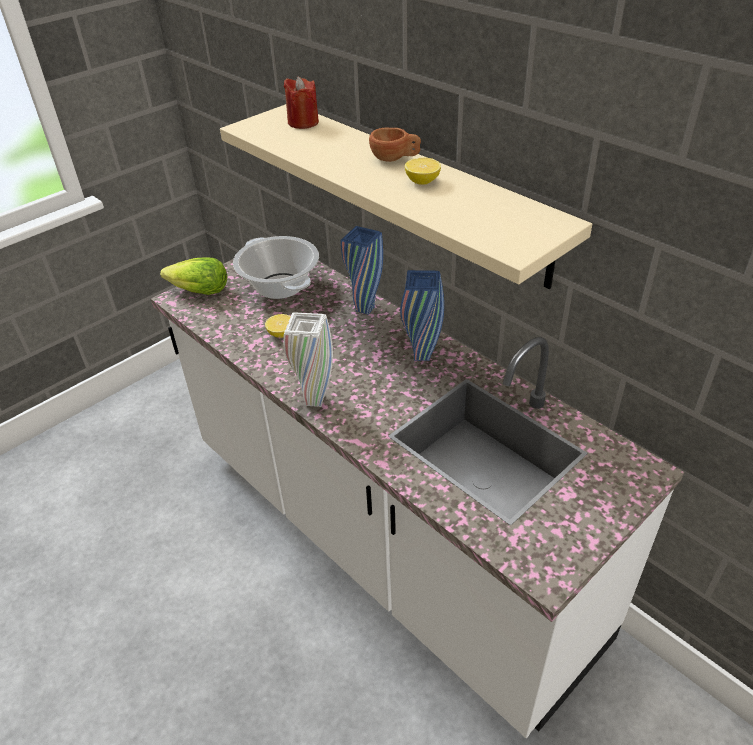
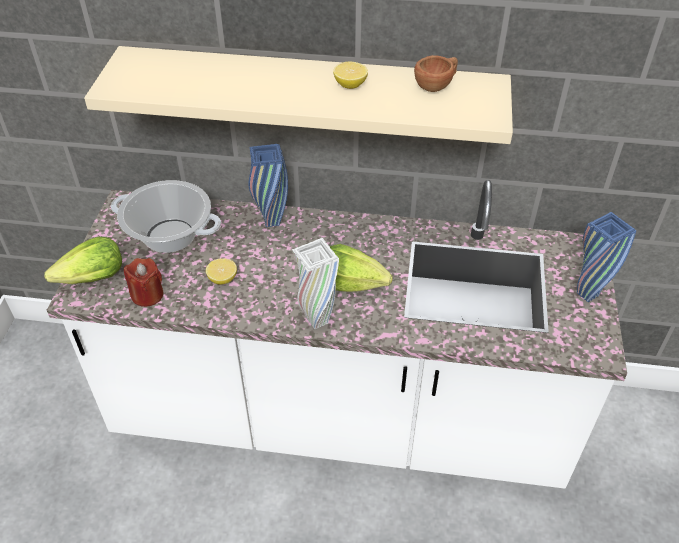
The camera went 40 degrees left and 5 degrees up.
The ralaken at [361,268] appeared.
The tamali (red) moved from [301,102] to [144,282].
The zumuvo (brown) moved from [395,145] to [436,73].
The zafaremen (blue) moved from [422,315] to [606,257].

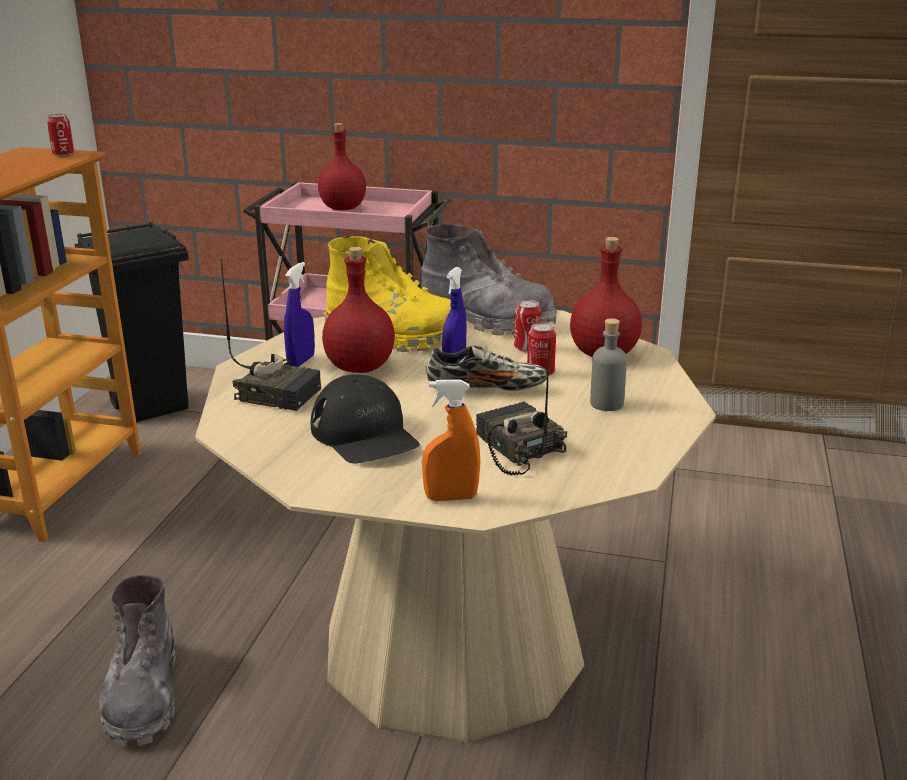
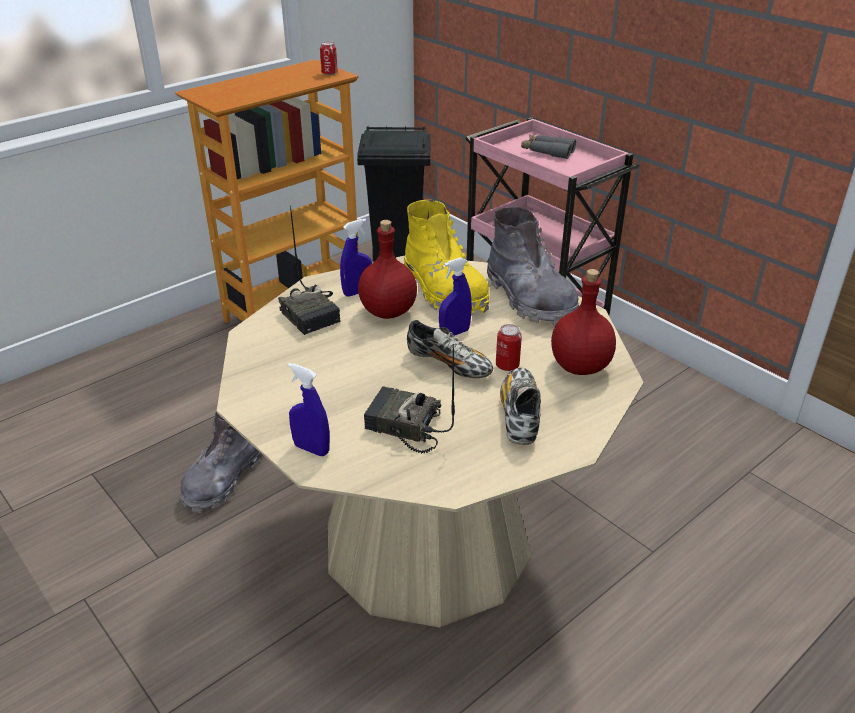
The camera went 35 degrees right and 10 degrees up.
The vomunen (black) at [365,418] disappeared.
The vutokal at [527,326] disappeared.
The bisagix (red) at [342,166] was replaced by the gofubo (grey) at [548,147].
The bisagix (grey) at [608,364] was replaced by the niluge at [520,406].
The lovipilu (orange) at [451,440] became the lovipilu (blue) at [309,409].
The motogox at [521,406] turned 75 degrees counterclockwise.

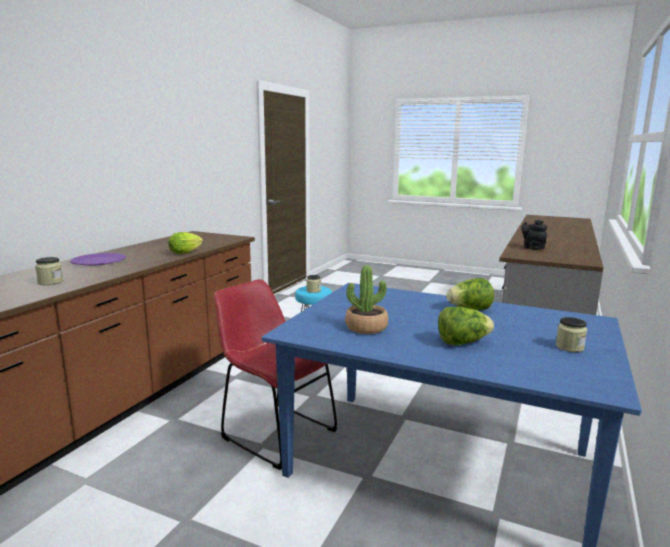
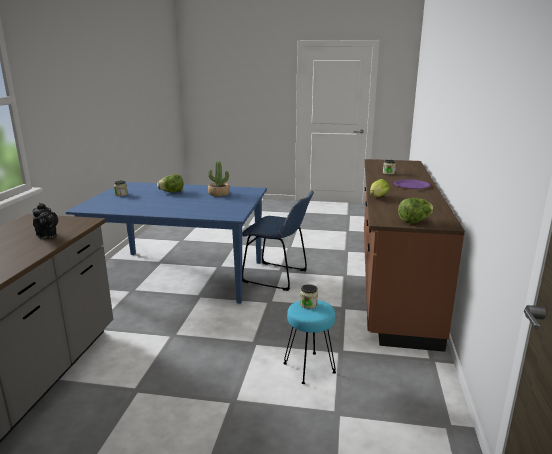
The camera went 165 degrees right and 5 degrees up.
The ralaken moved from [470,294] to [416,210].
The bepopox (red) at [275,374] became the bepopox (blue) at [278,241].

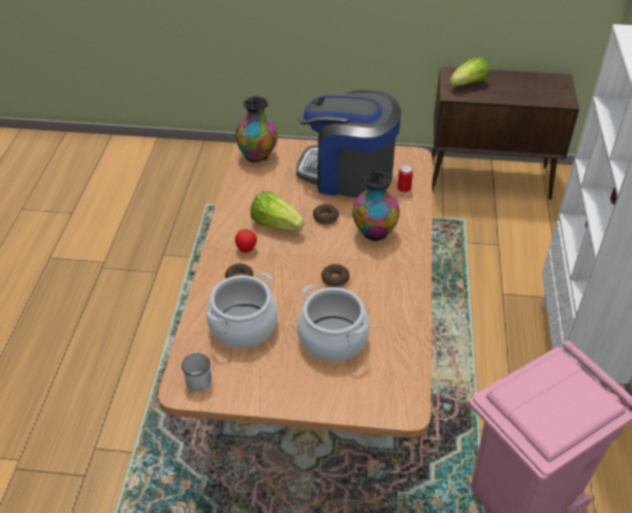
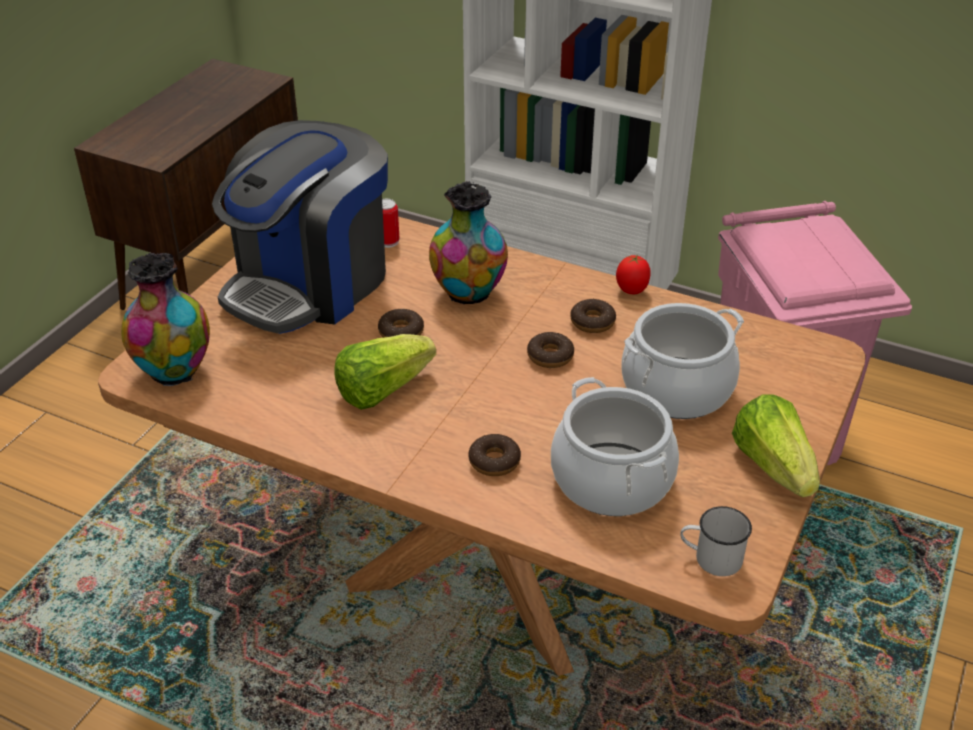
The camera went 70 degrees left and 5 degrees down.
The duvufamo at [593,315] appeared.
The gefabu moved from [246,241] to [633,274].
The ralaken moved from [469,71] to [776,445].

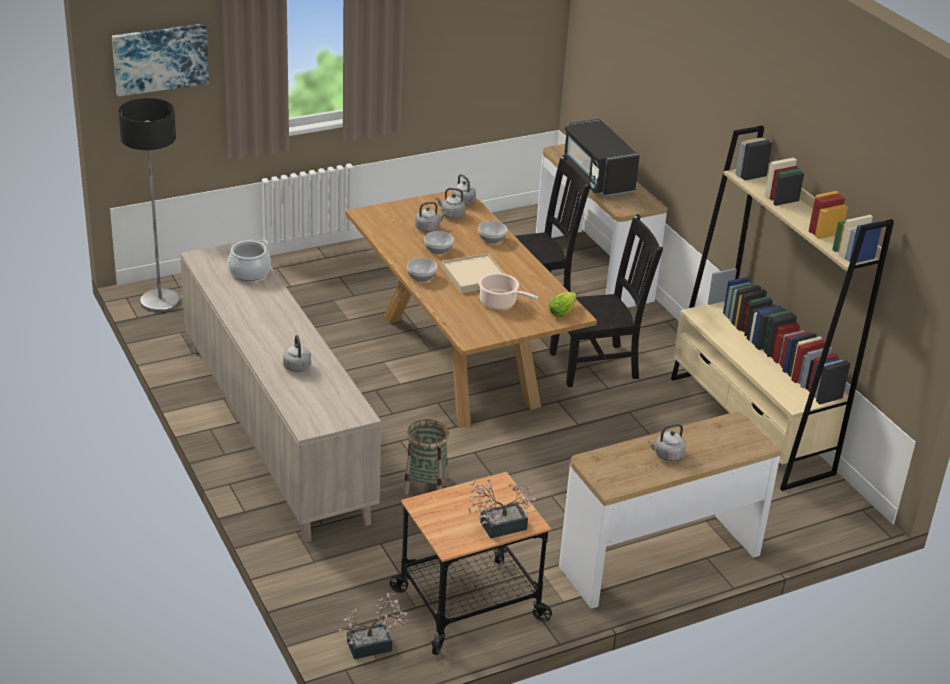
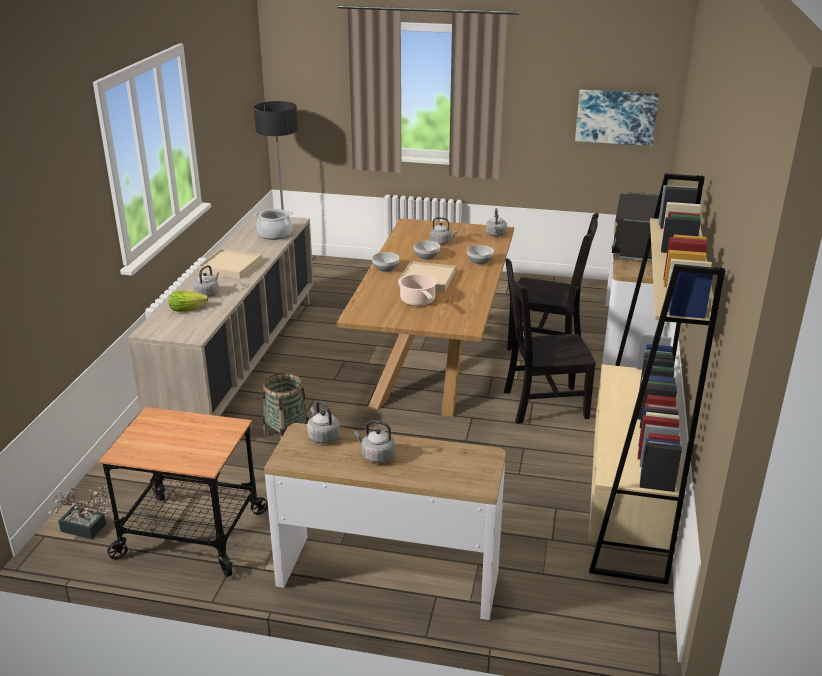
The camera went 40 degrees right and 5 degrees down.
The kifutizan at [502,509] disappeared.
The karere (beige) at [230,264] appeared.
The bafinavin moved from [160,60] to [617,118].
The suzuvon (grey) moved from [450,203] to [323,422].
The ralaken moved from [563,304] to [188,301].
The bepopox (black) at [606,300] turned 150 degrees clockwise.

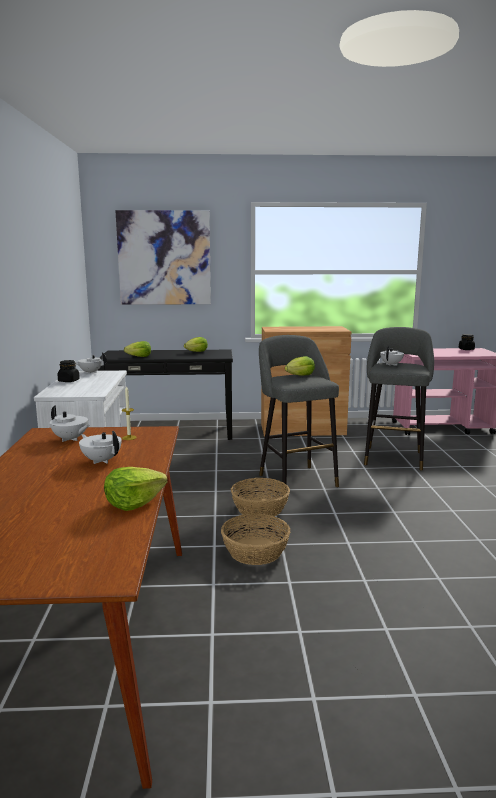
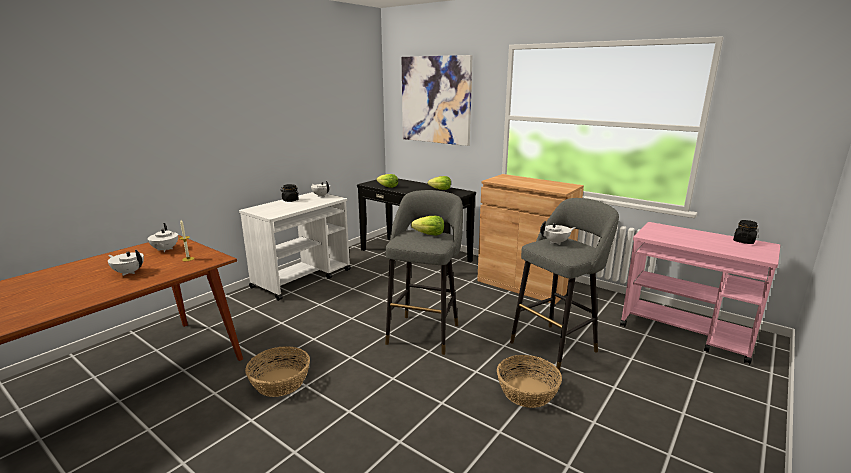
The camera went 40 degrees right and 5 degrees up.
The ralaken at [136,489] disappeared.
The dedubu moved from [260,497] to [529,381].
The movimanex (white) at [100,447] turned 60 degrees counterclockwise.

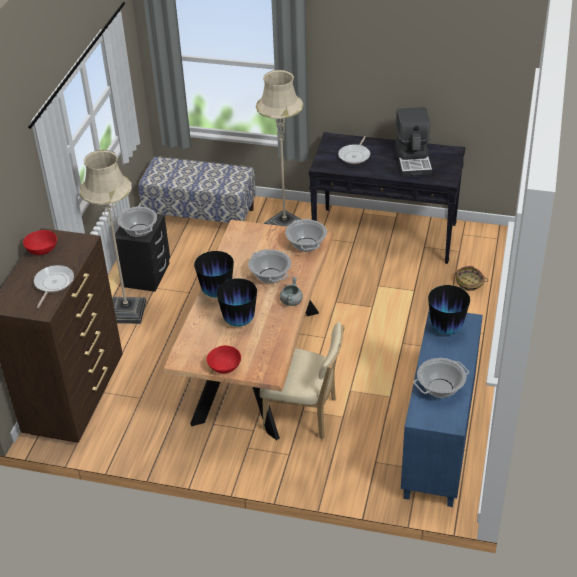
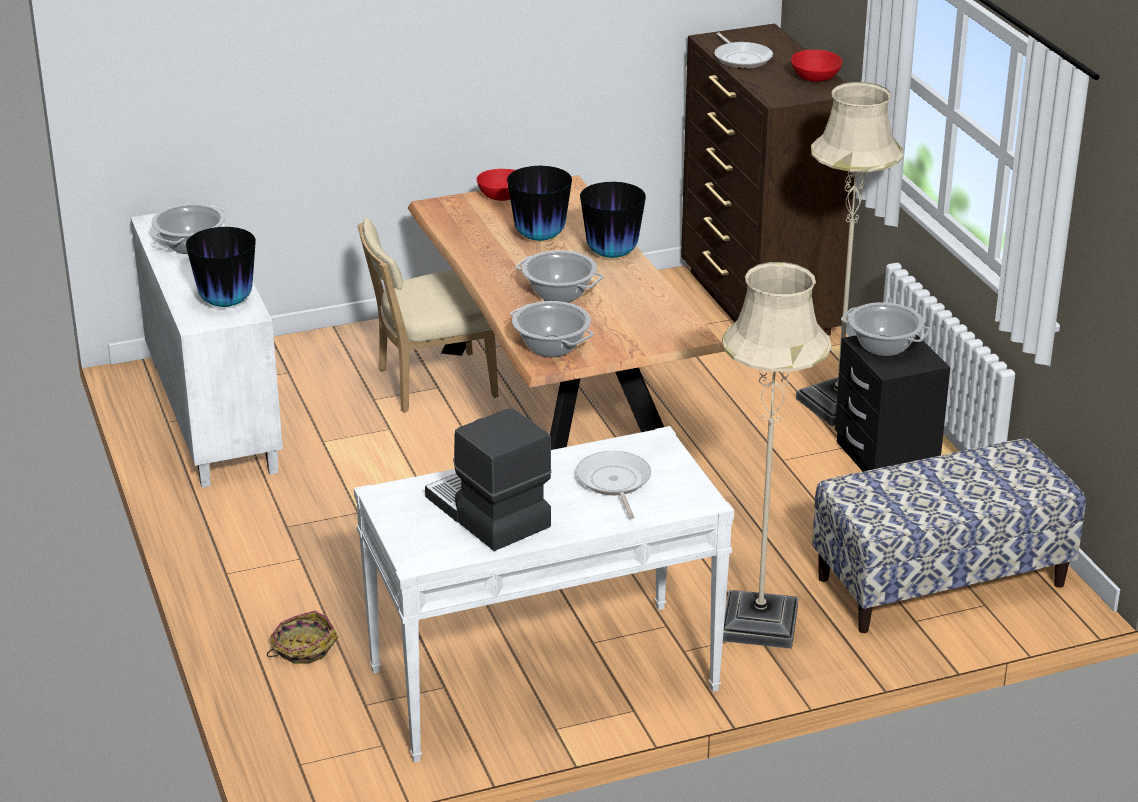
The camera went 145 degrees right and 10 degrees down.
The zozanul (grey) at [291,291] disappeared.
The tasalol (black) at [387,198] became the tasalol (white) at [544,594].
The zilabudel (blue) at [442,408] became the zilabudel (white) at [207,346].

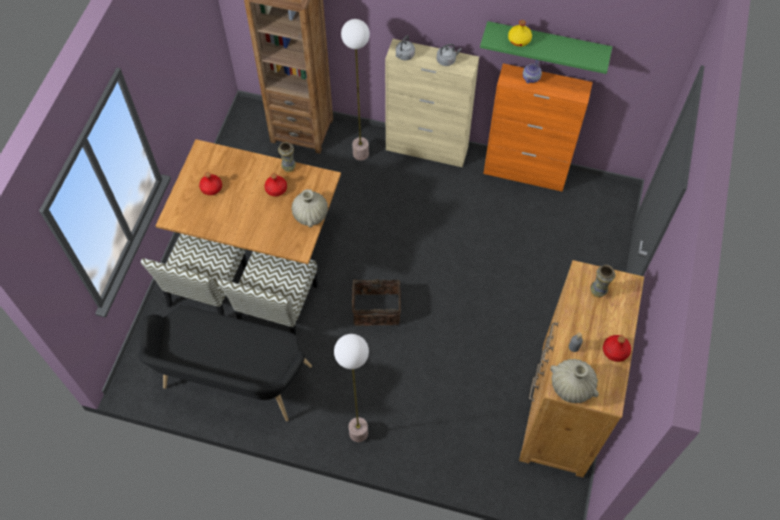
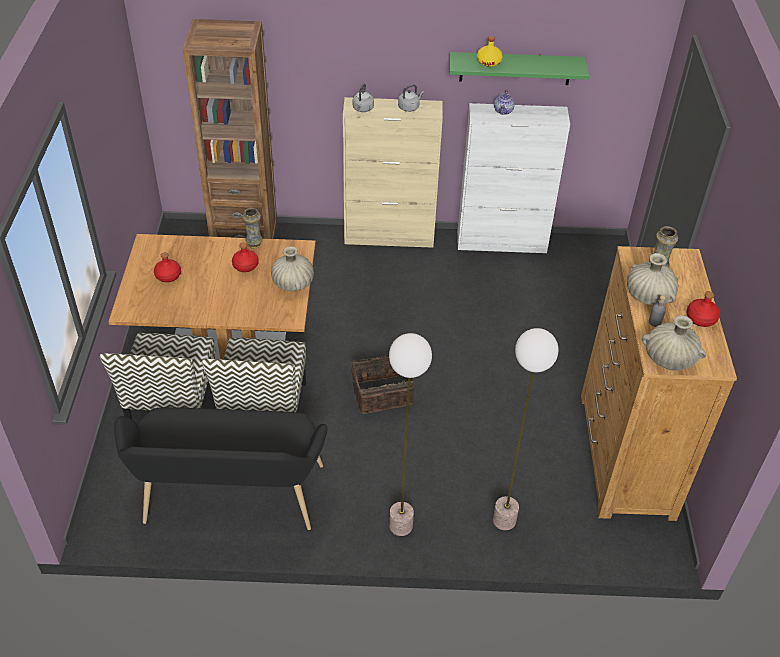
The camera went 15 degrees left and 15 degrees down.
The zafaremen (beige) at [652,279] appeared.
The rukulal moved from [355,90] to [526,429].
The zilabudel (orange) at [538,127] became the zilabudel (white) at [513,178].

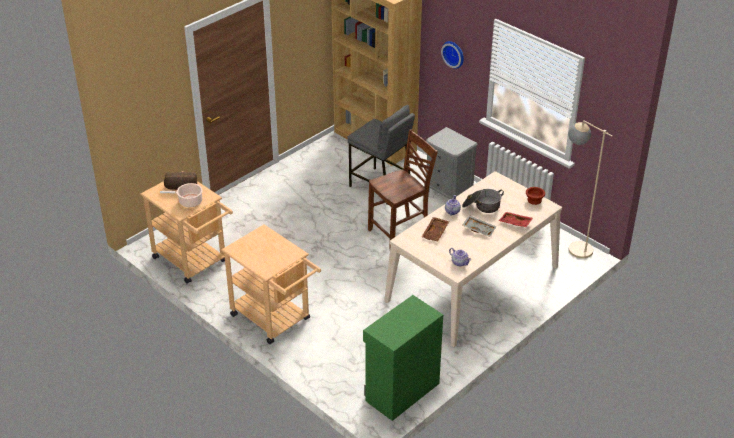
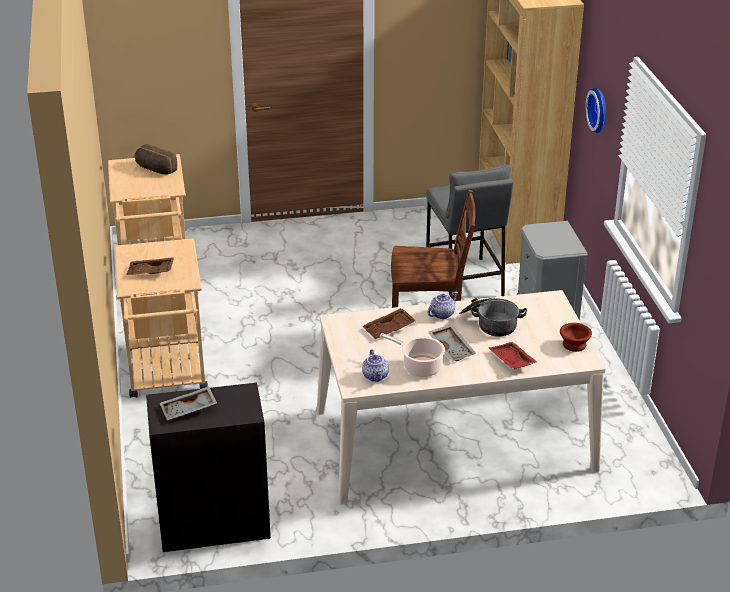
The camera went 35 degrees right and 5 degrees down.
The rukulal (beige) at [590,189] disappeared.
The karere (brown) at [150,266] appeared.
The karere (grey) at [188,403] appeared.
The zozanul moved from [181,195] to [412,355].
The zilabudel (green) at [403,358] became the zilabudel (black) at [208,467].

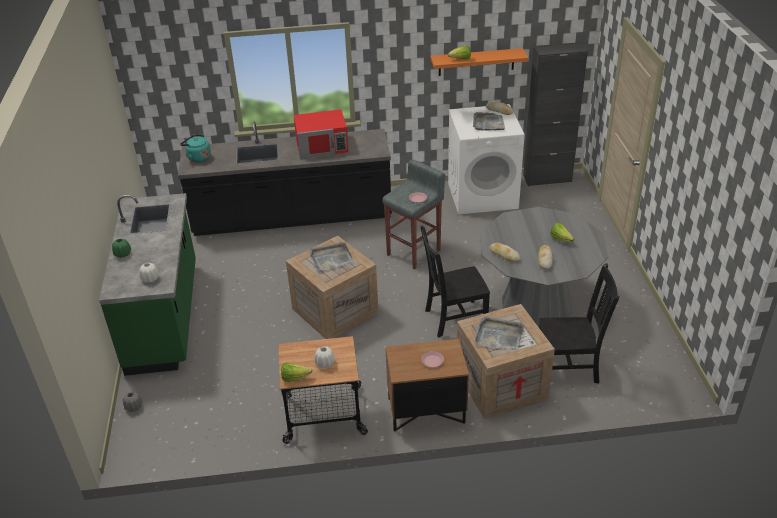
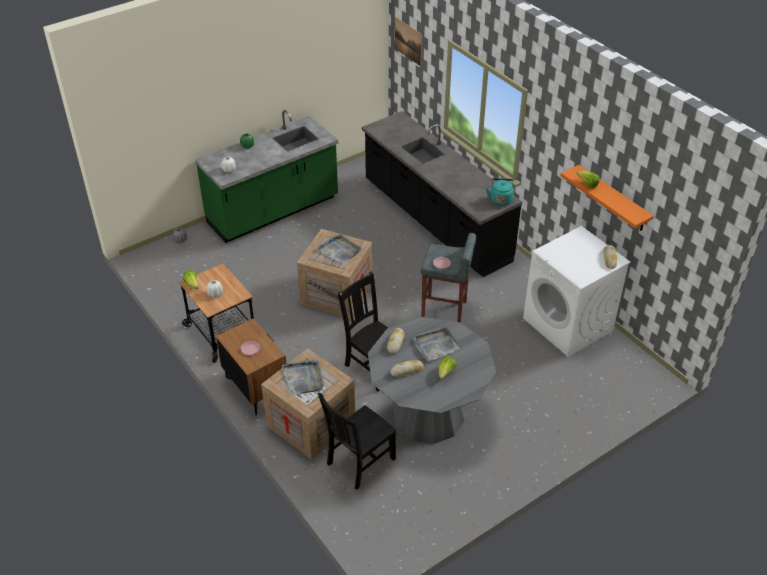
The camera went 60 degrees right and 5 degrees up.
The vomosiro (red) at [321,134] disappeared.
The zilabudel (black) at [555,114] disappeared.
The bafinavin at [408,41] appeared.
The suzuvon (turquoise) moved from [195,148] to [500,192].
The karere (grey) moved from [489,121] to [436,344].
The bepopox (black) at [579,323] turned 75 degrees clockwise.

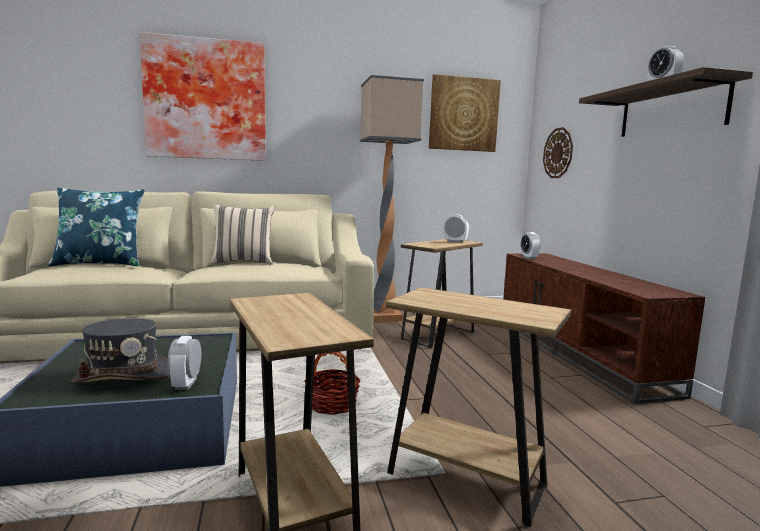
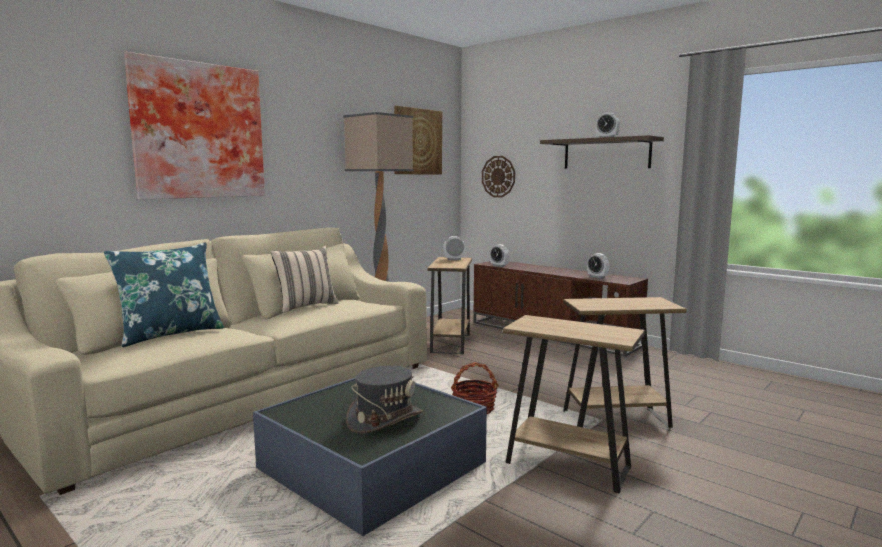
The camera went 35 degrees left and 0 degrees up.
The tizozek moved from [184,363] to [598,266].

